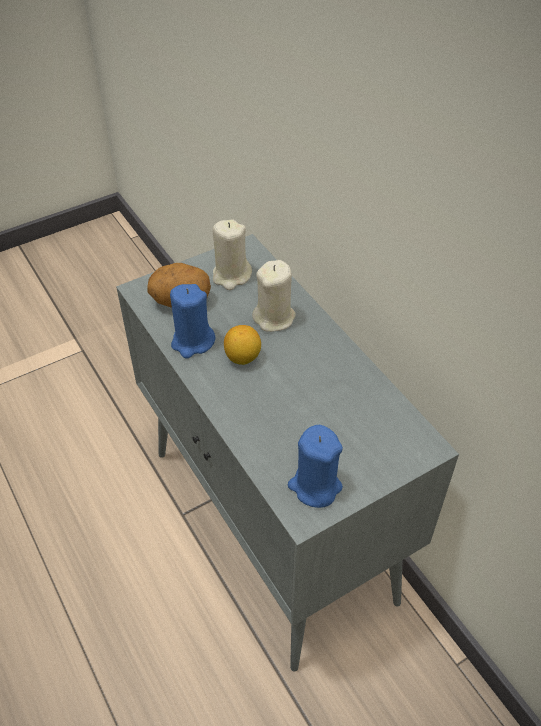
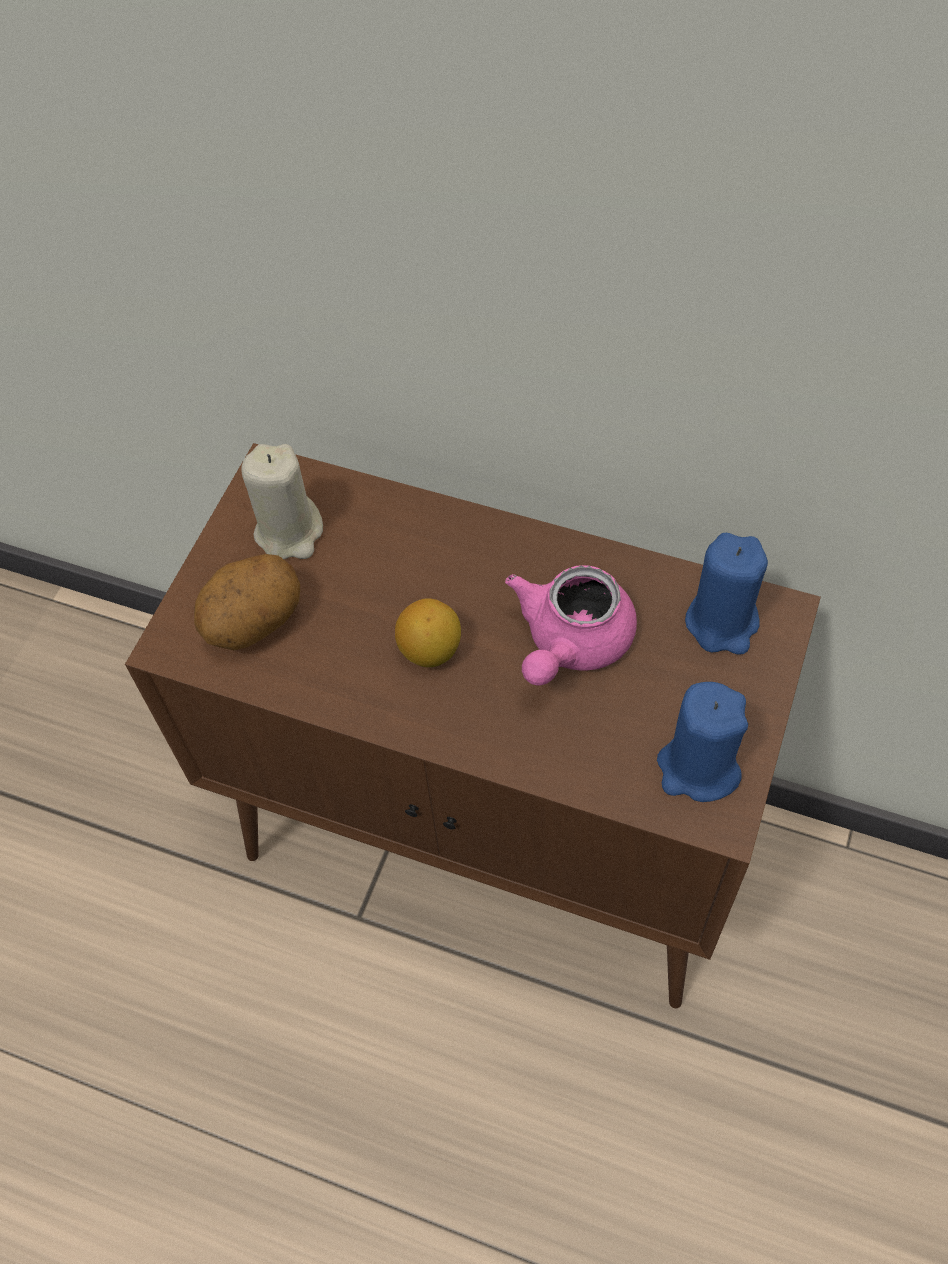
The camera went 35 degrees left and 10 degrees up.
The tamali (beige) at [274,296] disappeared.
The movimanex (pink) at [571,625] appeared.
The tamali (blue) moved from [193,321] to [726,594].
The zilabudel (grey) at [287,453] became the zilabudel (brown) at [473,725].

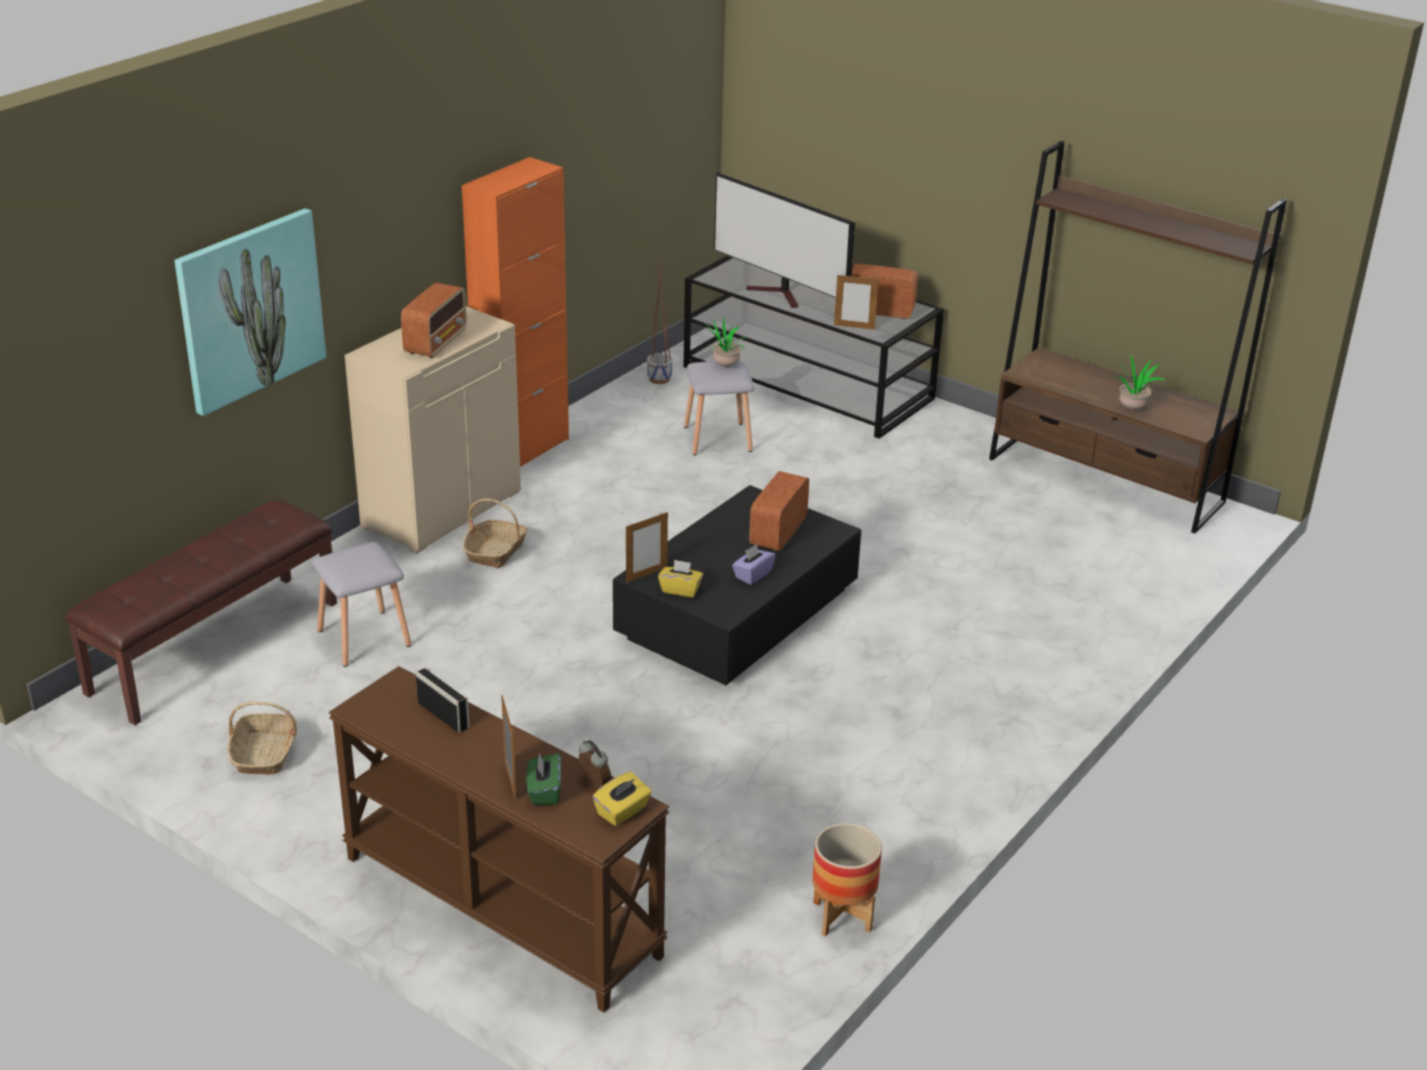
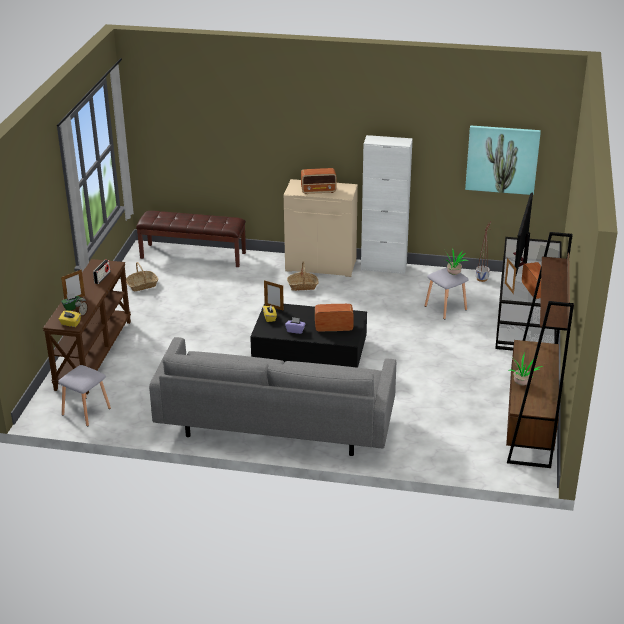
The camera went 65 degrees right and 0 degrees up.
The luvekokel at [847,879] disappeared.
The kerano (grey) at [272,396] appeared.
The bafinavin moved from [250,312] to [503,160].
The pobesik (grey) moved from [361,604] to [84,395].
The zilabudel (orange) at [515,312] became the zilabudel (white) at [387,205].

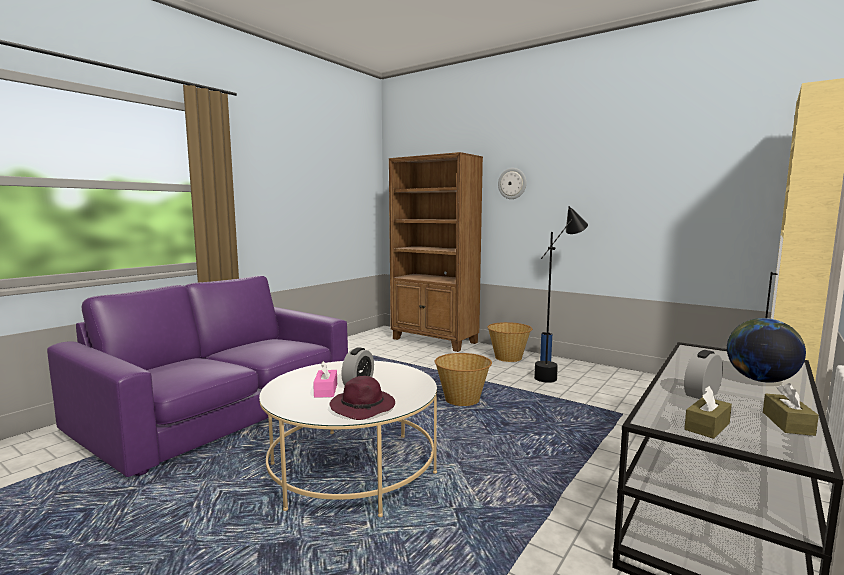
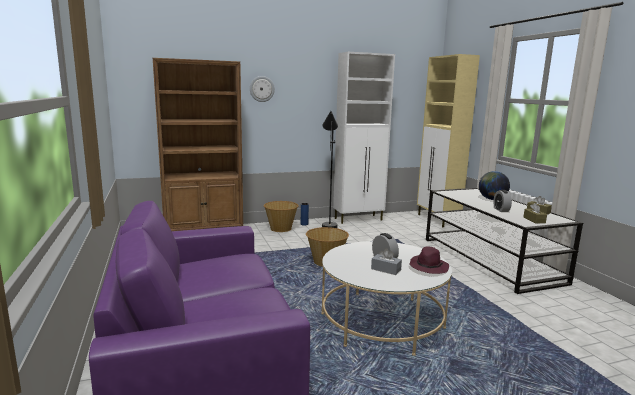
The camera went 55 degrees left and 5 degrees up.
The zilabudel (white) at [364,138] appeared.
The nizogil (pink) at [325,379] became the nizogil (grey) at [386,261].

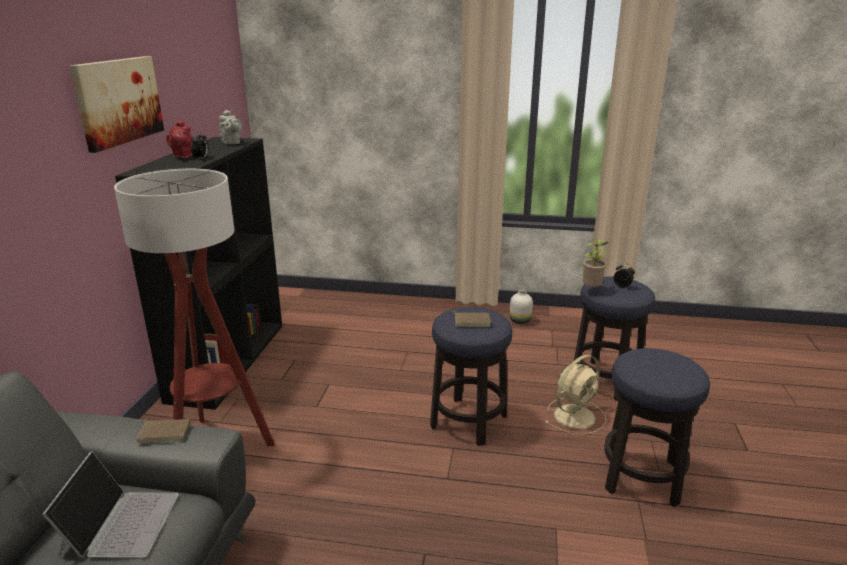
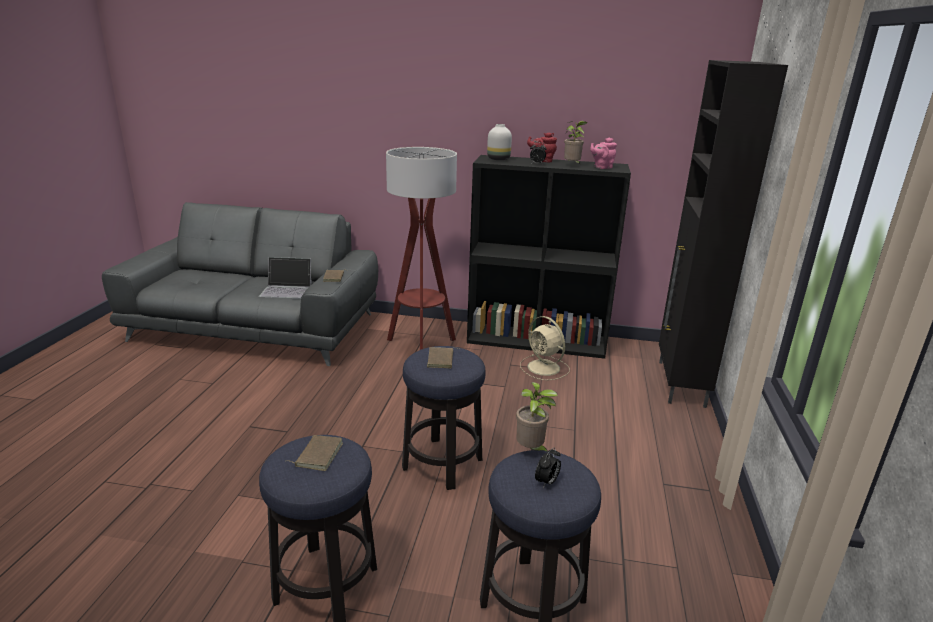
The camera went 90 degrees right and 0 degrees up.
The bafinavin at [117,104] disappeared.
The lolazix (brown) at [315,453] appeared.
The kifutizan at [576,142] appeared.
The zilabudel (black) at [723,234] appeared.
The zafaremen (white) moved from [521,307] to [499,142].
The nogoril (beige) moved from [575,395] to [545,348].
The movimanex (grey) at [230,127] became the movimanex (pink) at [603,153].

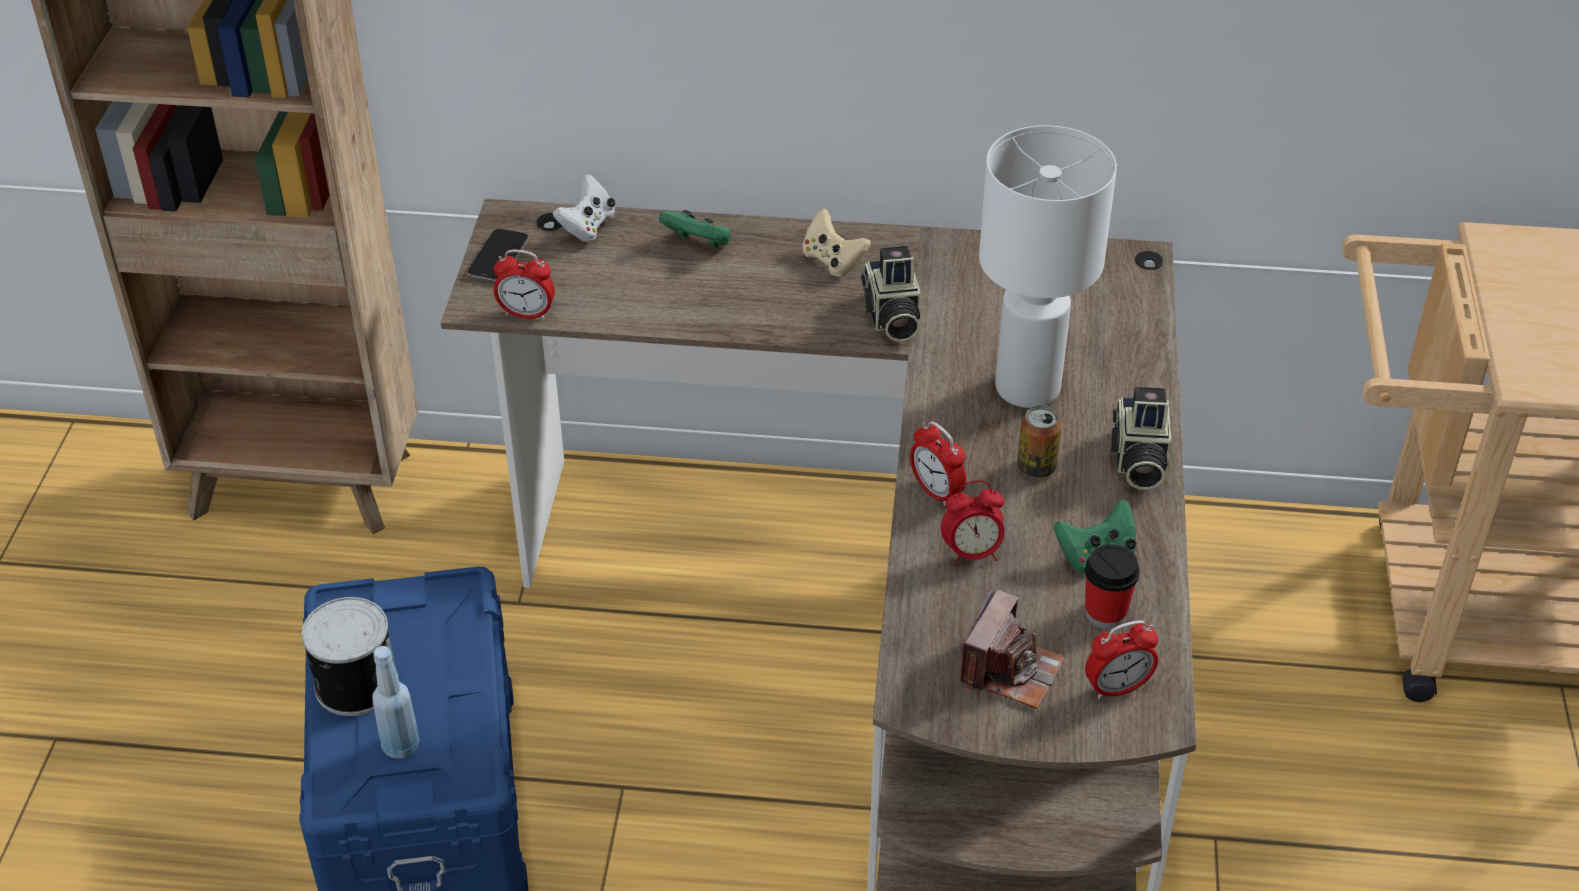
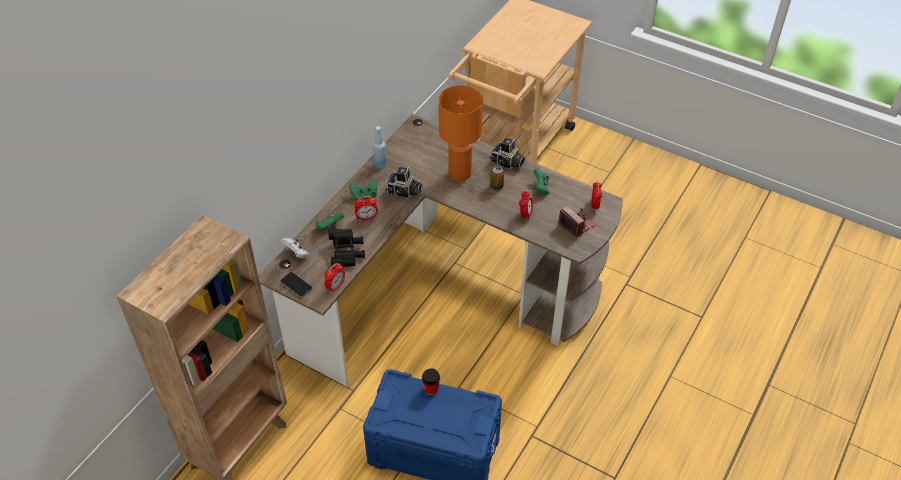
The camera went 65 degrees left and 5 degrees up.
The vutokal at [349,656] disappeared.
The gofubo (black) at [346,247] appeared.
The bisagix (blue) moved from [396,702] to [380,147].
The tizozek moved from [938,463] to [366,208].
The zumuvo moved from [1112,586] to [431,382].
The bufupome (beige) at [836,243] became the bufupome (green) at [363,190].
The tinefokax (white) at [1048,266] became the tinefokax (orange) at [460,133].

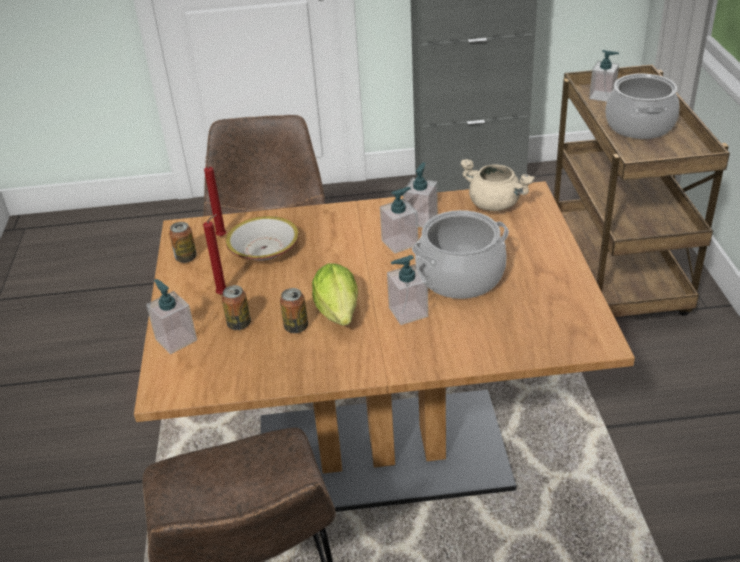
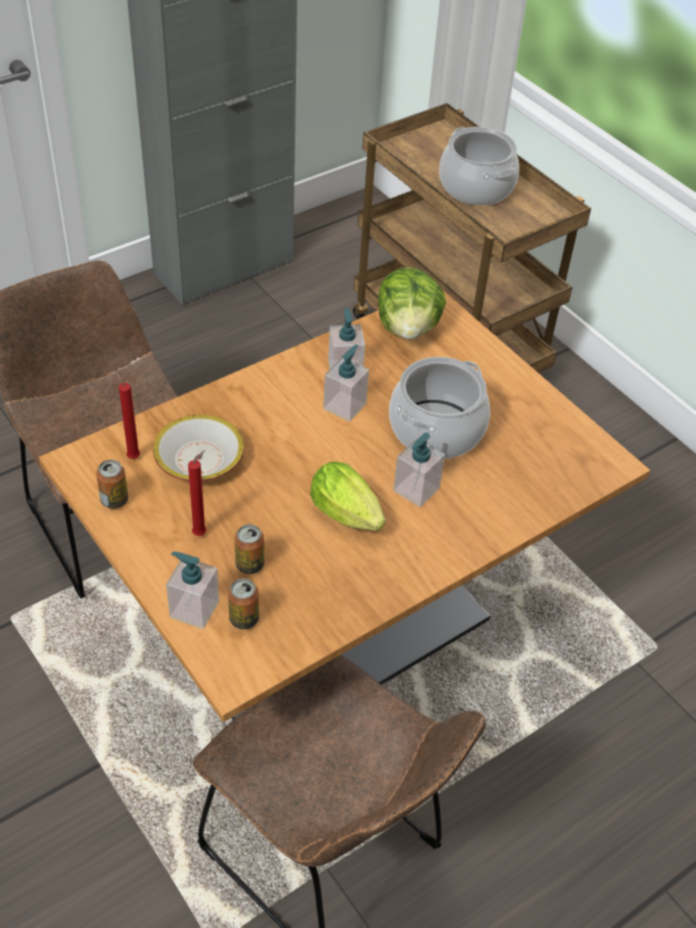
The camera went 35 degrees left and 10 degrees up.
The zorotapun at [604,76] disappeared.
The vutokal moved from [294,310] to [243,603].
The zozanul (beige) at [497,185] was replaced by the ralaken at [412,303].

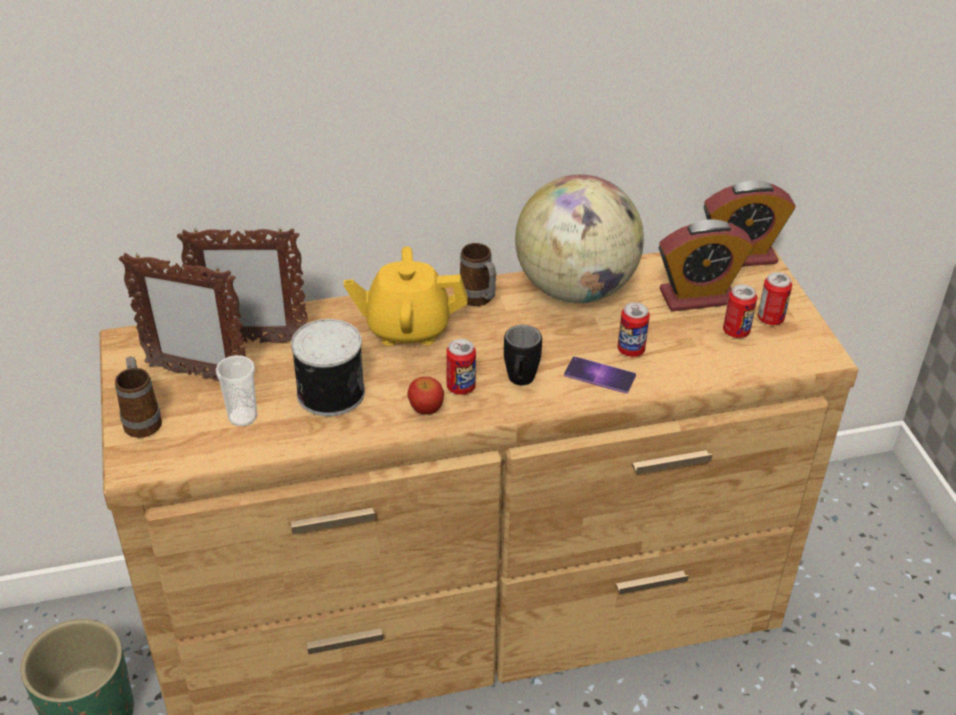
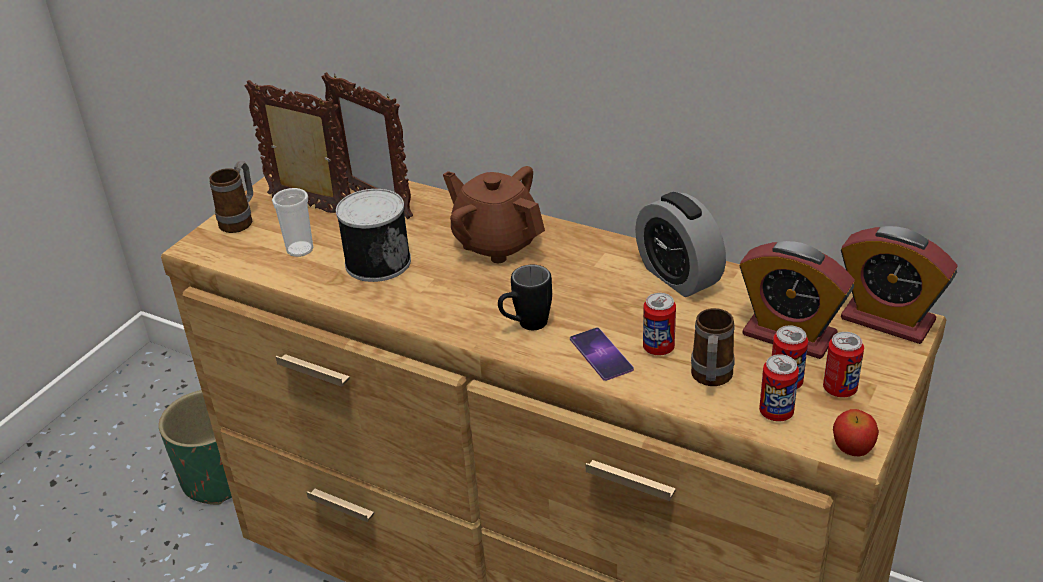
The camera went 45 degrees right and 5 degrees down.
The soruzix moved from [425,395] to [856,432].
The vutokal moved from [461,367] to [779,387].
The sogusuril moved from [478,274] to [713,347].
The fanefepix at [579,238] was replaced by the tizozek at [680,244].
The movimanex (yellow) at [406,296] became the movimanex (brown) at [494,214].
The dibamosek at [182,317] turned 150 degrees clockwise.

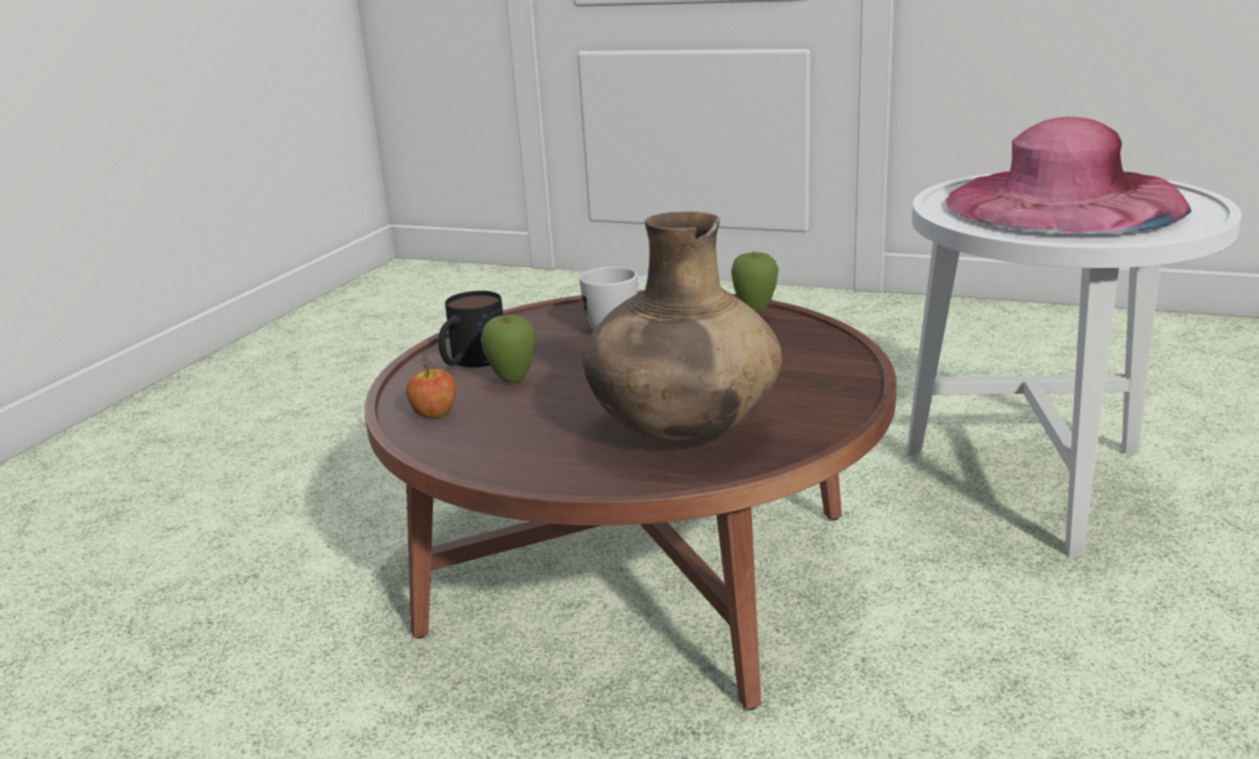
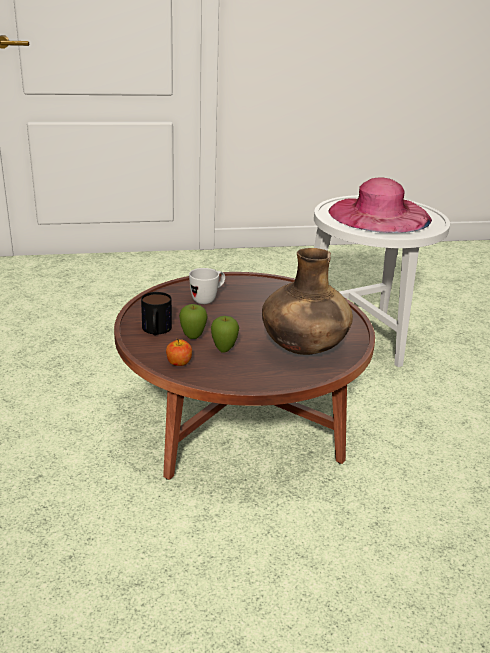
The camera went 35 degrees left and 5 degrees up.
The soruzix moved from [754,282] to [225,334].

